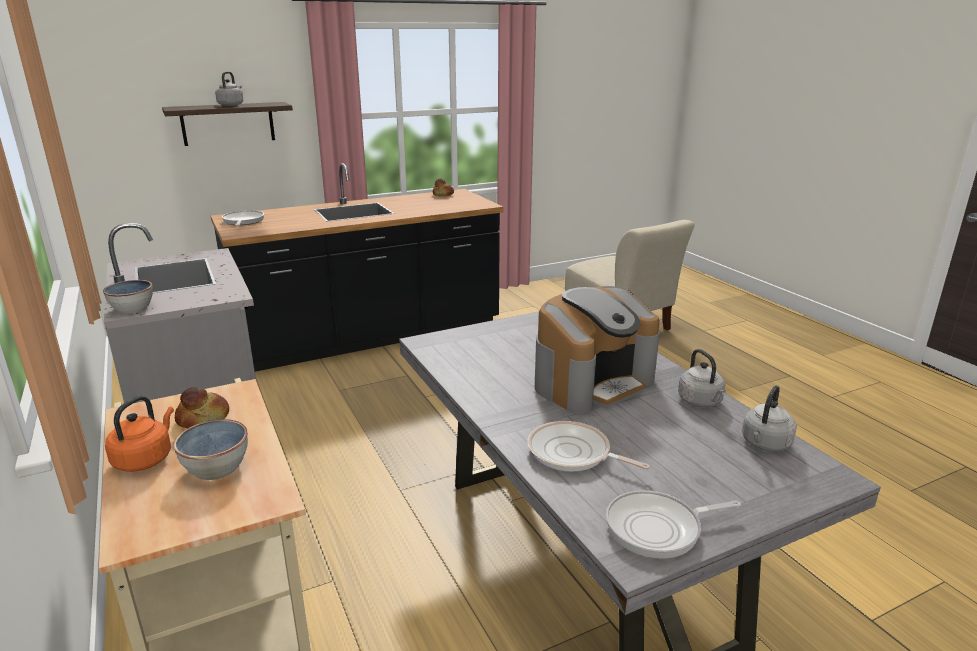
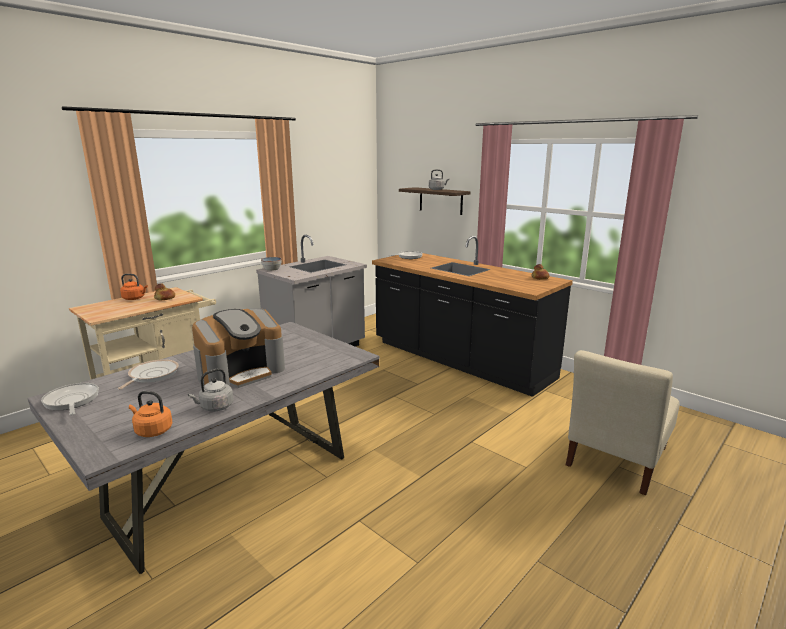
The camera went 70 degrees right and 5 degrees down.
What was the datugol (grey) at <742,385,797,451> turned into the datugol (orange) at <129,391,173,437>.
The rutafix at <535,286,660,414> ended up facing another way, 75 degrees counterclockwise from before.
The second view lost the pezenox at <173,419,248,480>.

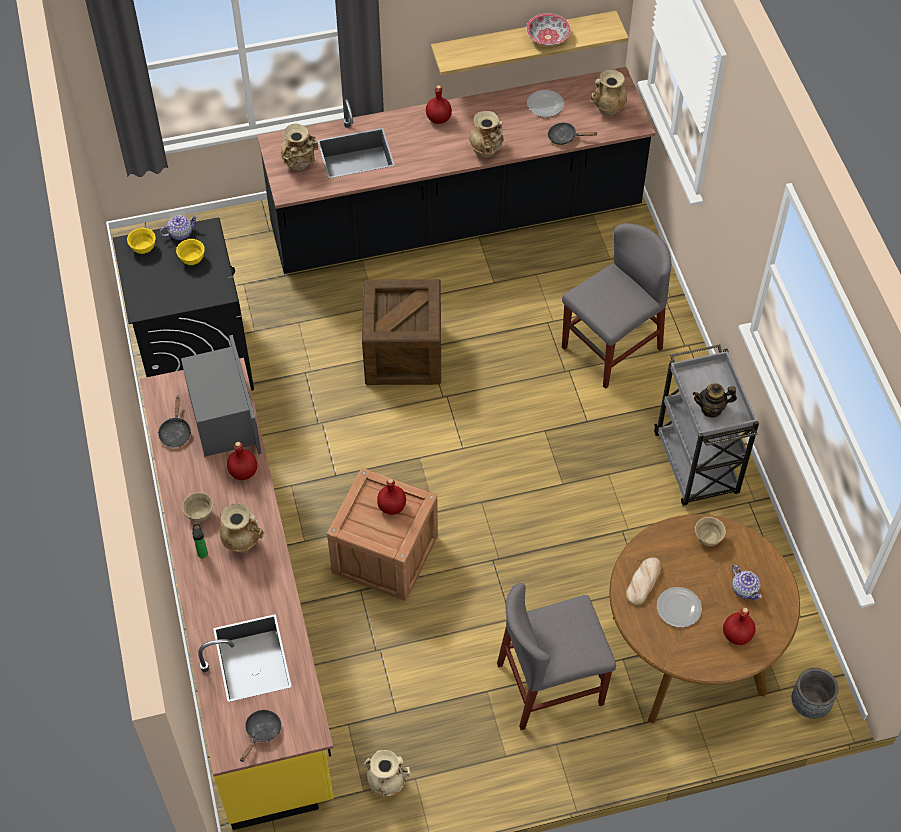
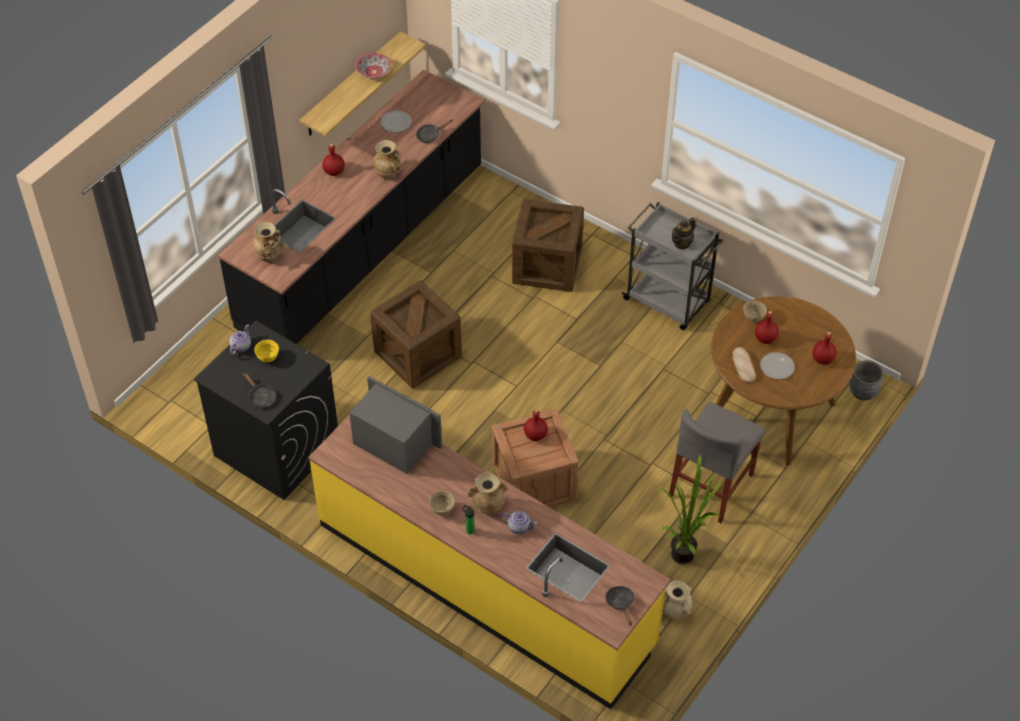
The camera went 40 degrees left and 5 degrees down.
The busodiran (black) ended up elsewhere, having gone from <158,397,191,448> to <243,372,276,408>.
The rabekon ended up elsewhere, having gone from <732,565,762,600> to <501,511,537,534>.
Where the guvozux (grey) stood at <562,223,671,389>, the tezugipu came to stand at <512,199,584,292>.
The second view gained the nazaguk at <656,454,723,564>.
The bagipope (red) ended up elsewhere, having gone from <227,442,257,480> to <755,311,779,344>.
The second view lost the pezenox (yellow) at <127,228,156,254>.
The second view lost the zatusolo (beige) at <590,70,627,116>.

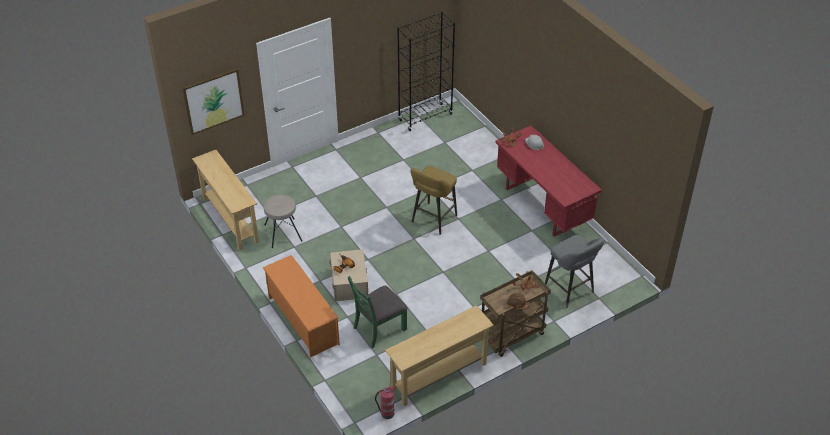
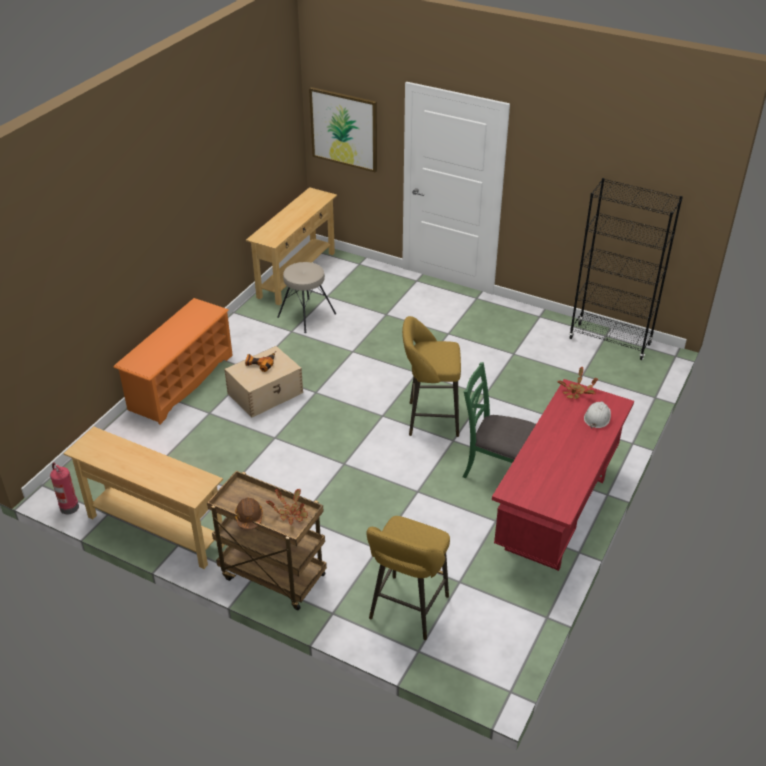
The camera went 60 degrees right and 5 degrees down.
What was the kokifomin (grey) at <545,235,604,308> turned into the kokifomin (yellow) at <367,516,450,640>.
The guvozux (green) ended up elsewhere, having gone from <347,276,407,348> to <463,362,536,478>.

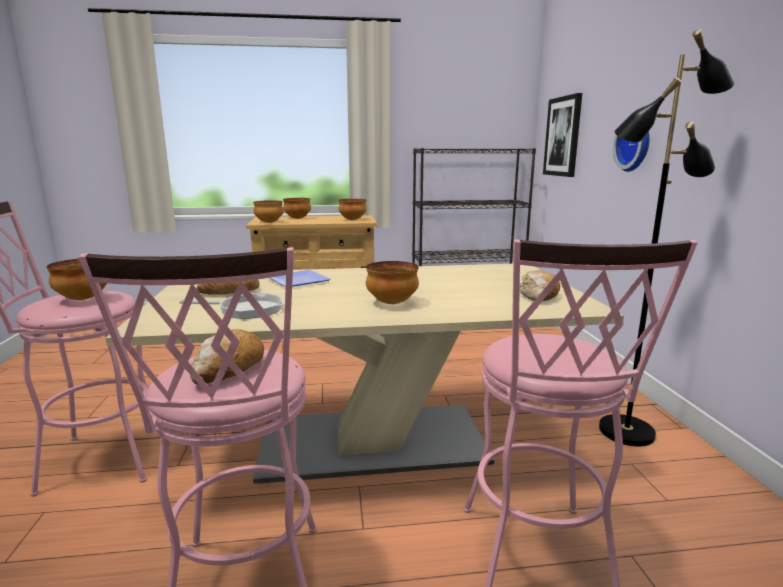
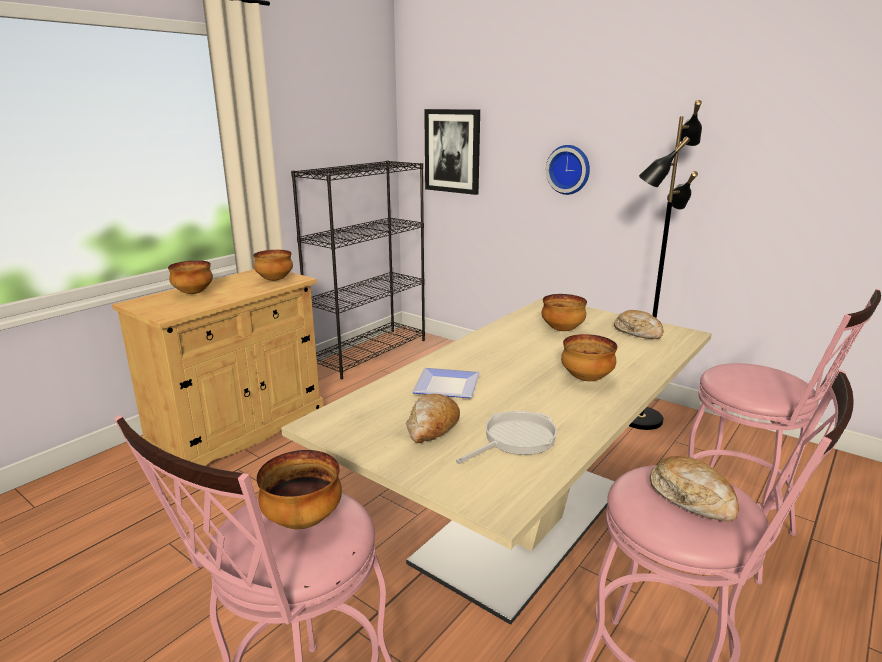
The camera went 45 degrees left and 5 degrees up.
The pezenox ended up elsewhere, having gone from <253,200,283,223> to <542,294,587,331>.

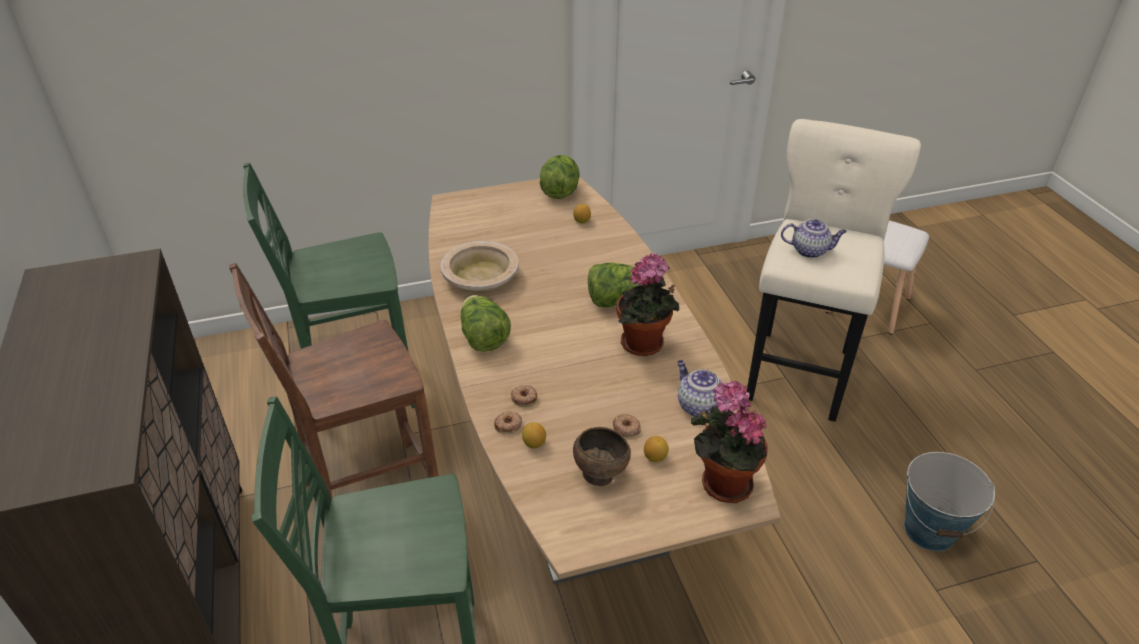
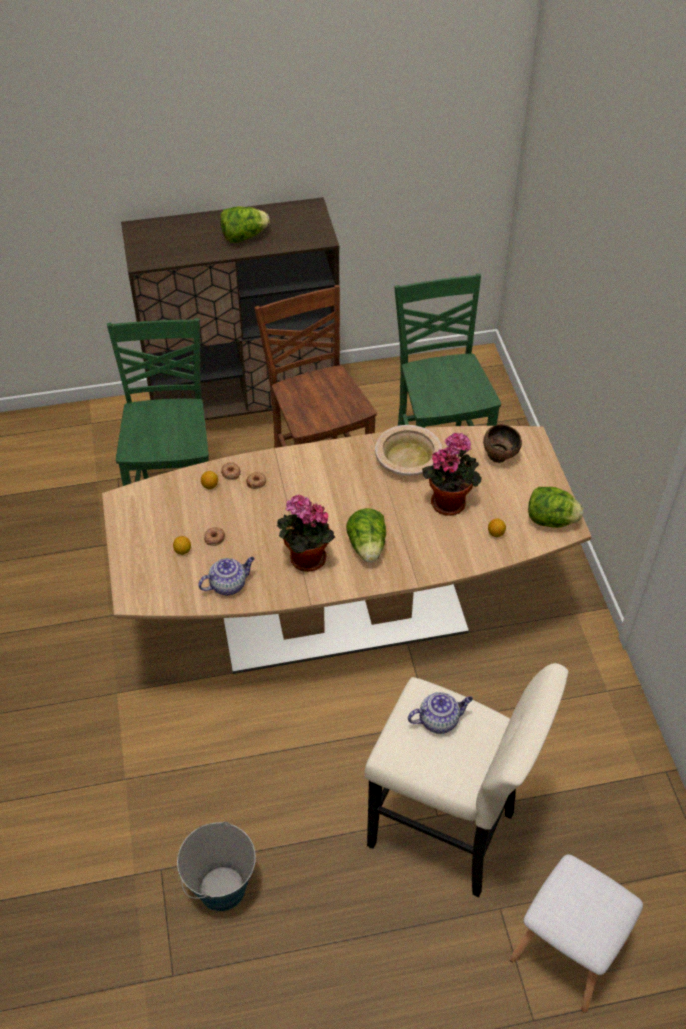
The camera went 95 degrees right and 10 degrees up.
The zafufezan ended up elsewhere, having gone from <461,295,511,352> to <220,206,270,243>.
The rabekon at <781,219,847,258> ended up facing another way, 120 degrees counterclockwise from before.
The nazaguk ended up elsewhere, having gone from <691,381,768,503> to <422,432,482,516>.
The pezenox (brown) ended up elsewhere, having gone from <573,427,631,486> to <483,424,522,463>.

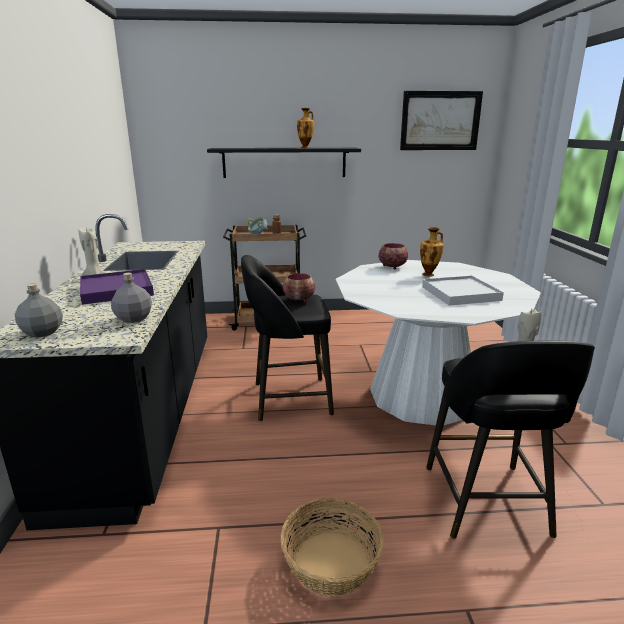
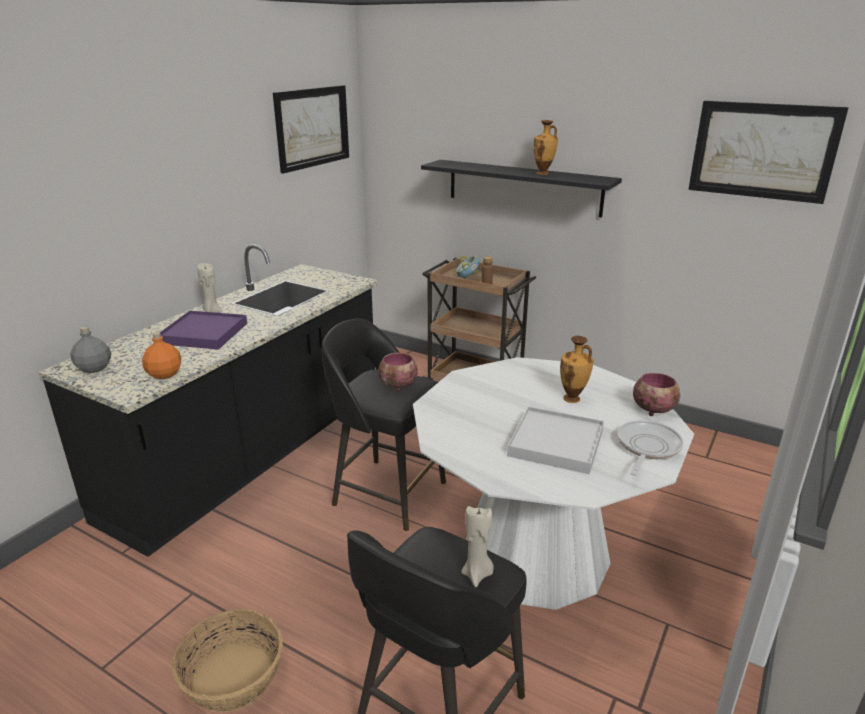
The camera went 35 degrees right and 5 degrees up.
What was the bagipope (grey) at <111,273,152,323> turned into the bagipope (orange) at <142,332,181,379>.
The second view gained the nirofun at <273,85,349,173>.
The second view gained the busodiran at <618,420,684,476>.
The pezenox ended up elsewhere, having gone from <379,243,408,270> to <633,373,680,416>.

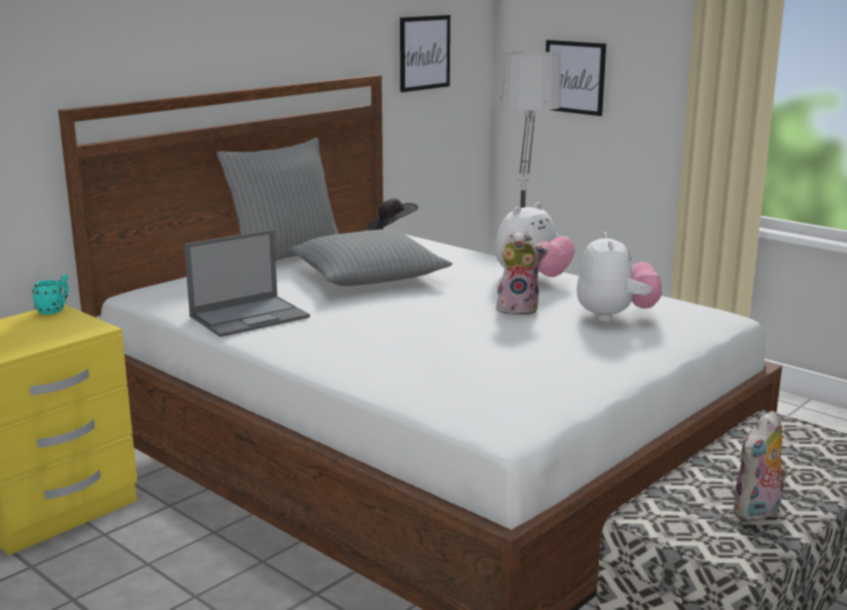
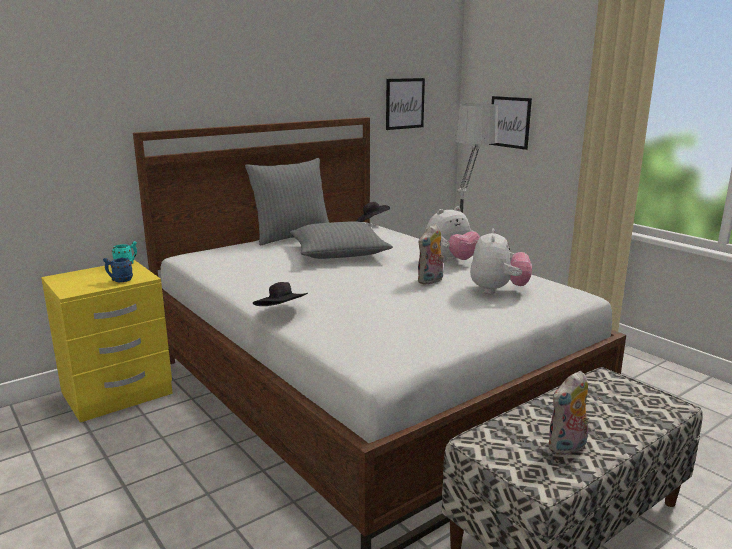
The camera went 10 degrees right and 0 degrees up.
The second view gained the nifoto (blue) at <103,258,133,282>.
The second view gained the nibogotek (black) at <253,282,308,306>.
The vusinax at <496,231,548,315> ended up facing another way, 120 degrees clockwise from before.
The second view lost the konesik at <184,230,310,337>.

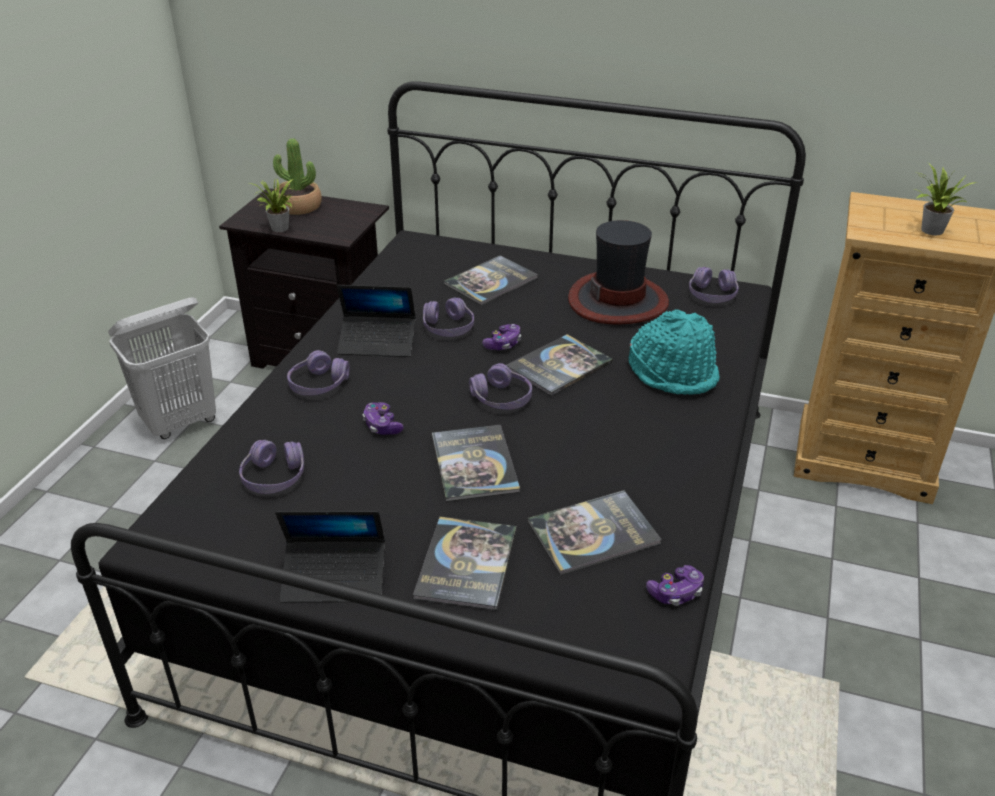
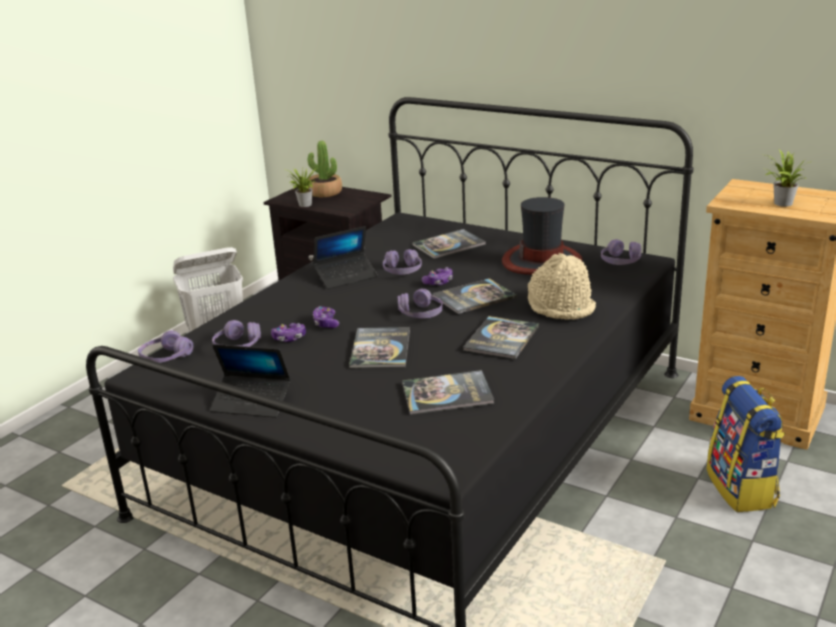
The camera went 15 degrees right and 10 degrees down.
The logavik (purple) ended up elsewhere, having gone from <287,350,350,396> to <138,330,193,363>.
The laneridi ended up elsewhere, having gone from <646,565,704,606> to <271,323,306,342>.
The konesik at <337,285,416,357> ended up facing another way, 45 degrees counterclockwise from before.
The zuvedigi ended up elsewhere, having gone from <413,517,516,610> to <463,316,539,359>.
What was the nibogotek (turquoise) at <628,309,720,395> turned into the nibogotek (beige) at <528,253,596,320>.
The second view gained the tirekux at <707,376,785,512>.

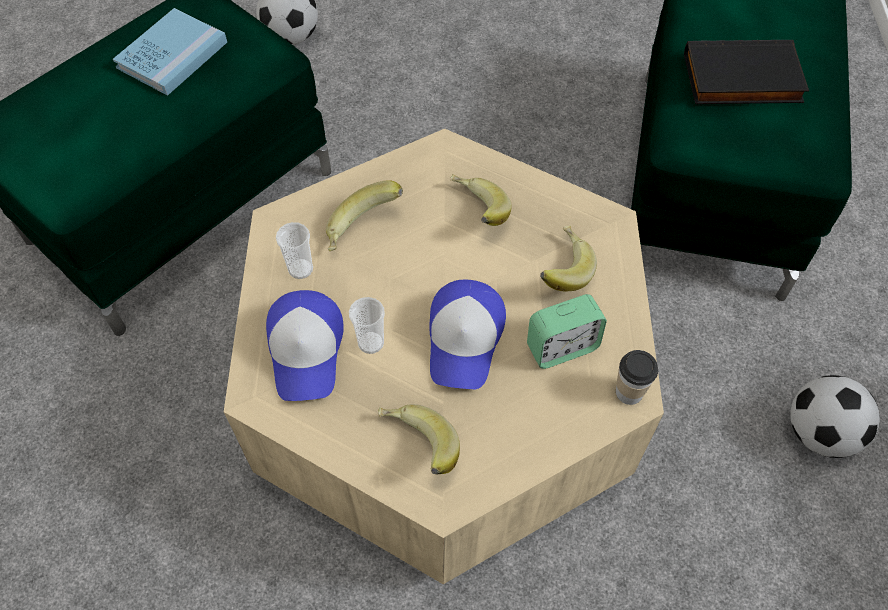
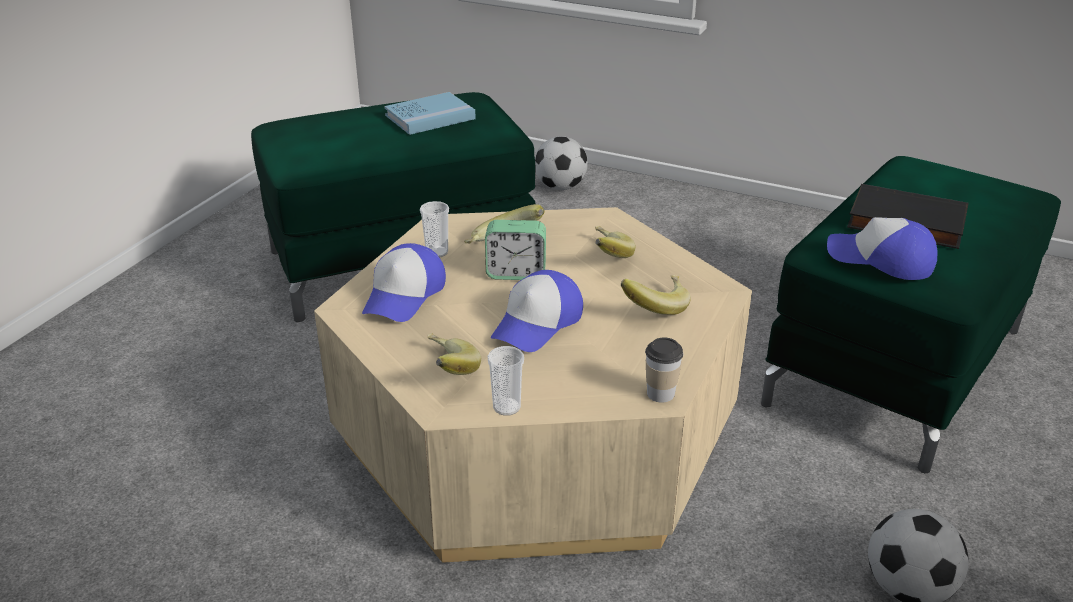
The camera went 25 degrees right and 25 degrees down.
The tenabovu ended up elsewhere, having gone from <527,294,607,369> to <485,220,546,280>.
The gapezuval ended up elsewhere, having gone from <349,297,385,354> to <488,346,524,416>.
The second view gained the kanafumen at <827,217,938,280>.

